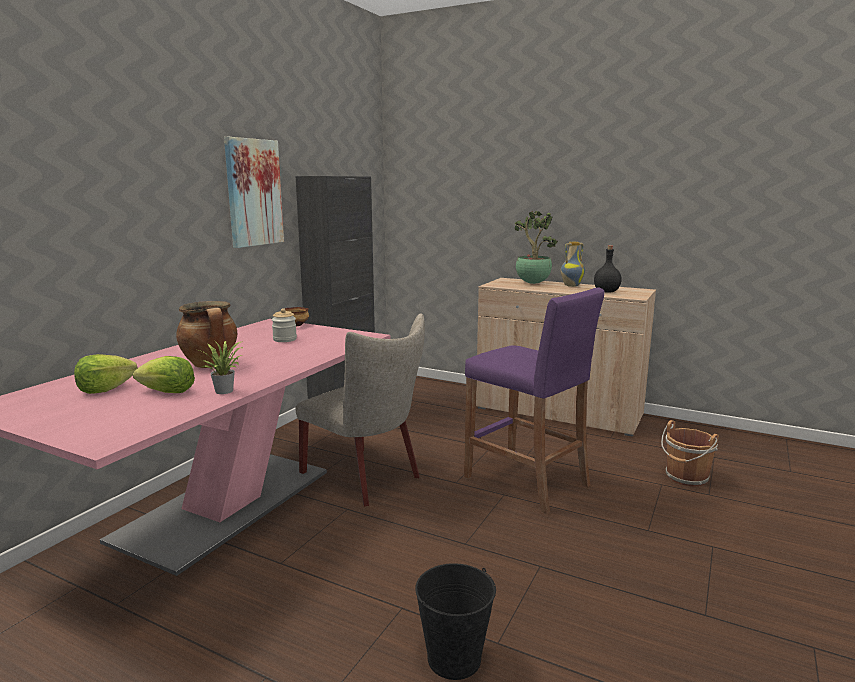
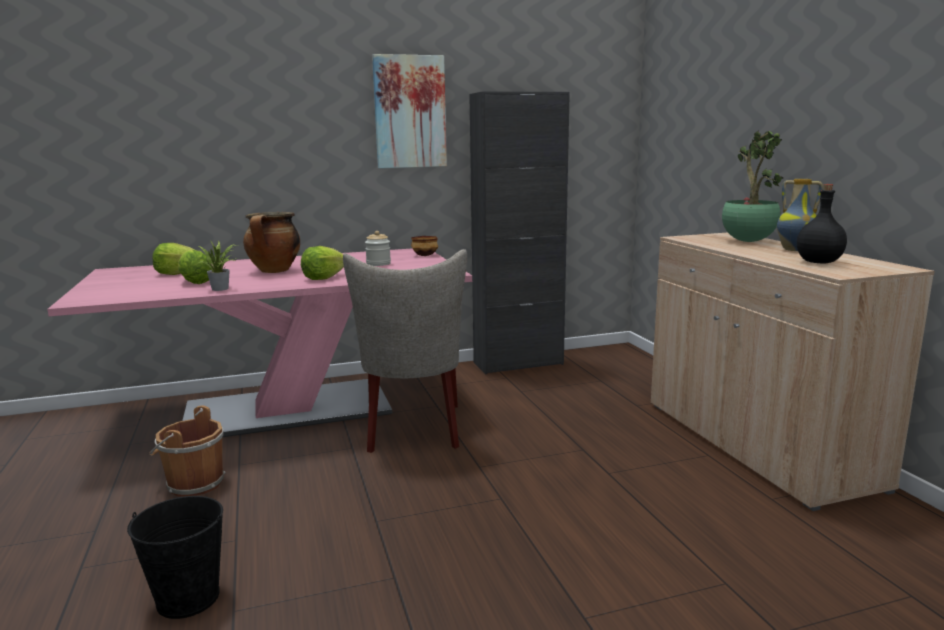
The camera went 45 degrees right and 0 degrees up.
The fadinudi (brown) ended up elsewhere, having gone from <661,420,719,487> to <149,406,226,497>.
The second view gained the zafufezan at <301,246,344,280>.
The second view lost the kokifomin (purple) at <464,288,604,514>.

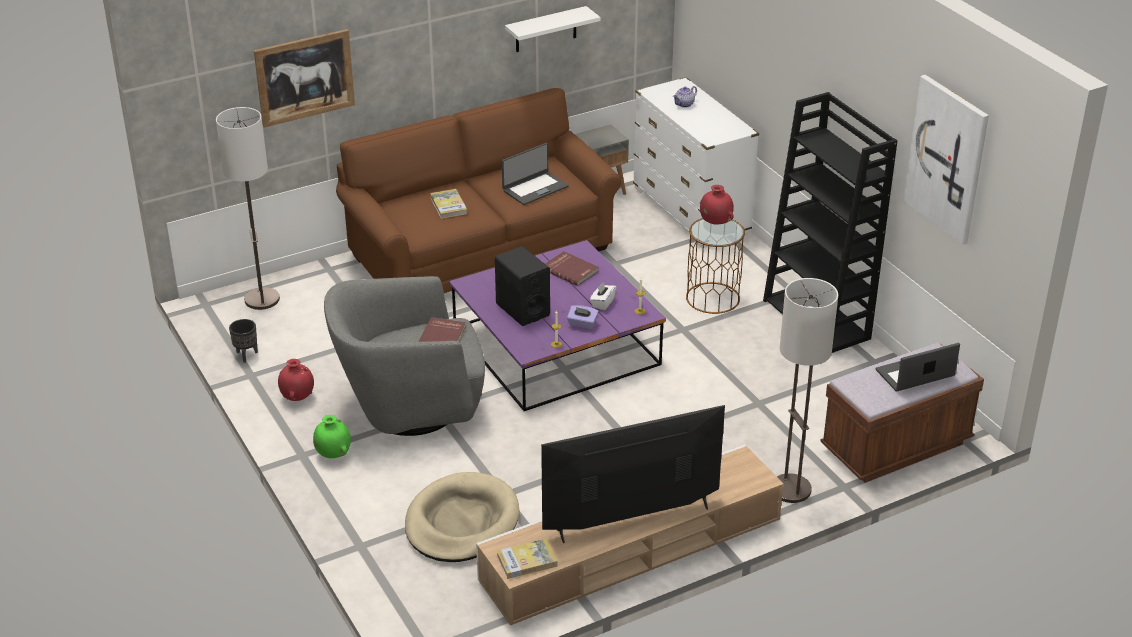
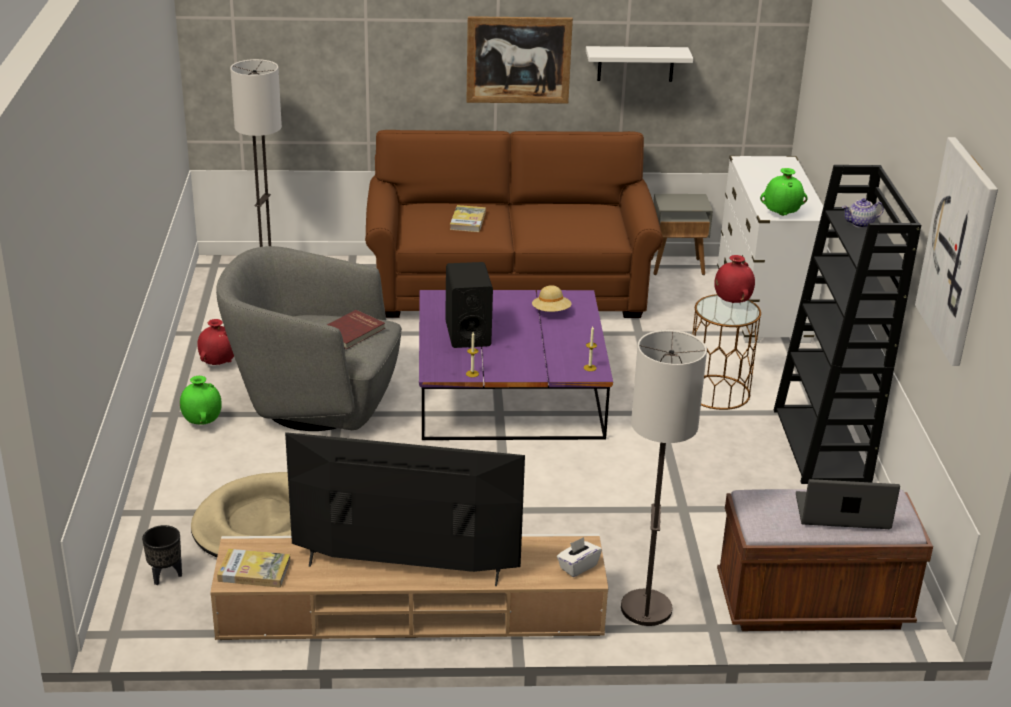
The camera went 25 degrees right and 5 degrees down.
The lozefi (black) ended up elsewhere, having gone from <229,319,258,363> to <142,525,182,585>.
The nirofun ended up elsewhere, having gone from <254,29,355,127> to <467,16,573,104>.
Where the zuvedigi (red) stood at <545,251,599,286>, the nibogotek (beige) came to stand at <532,285,572,312>.
The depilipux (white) ended up elsewhere, having gone from <590,282,616,310> to <557,537,602,577>.
The second view gained the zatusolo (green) at <760,168,807,216>.
The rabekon ended up elsewhere, having gone from <673,86,697,108> to <842,198,884,228>.
The second view lost the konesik at <502,143,569,205>.
The second view lost the depilipux (purple) at <567,305,599,330>.

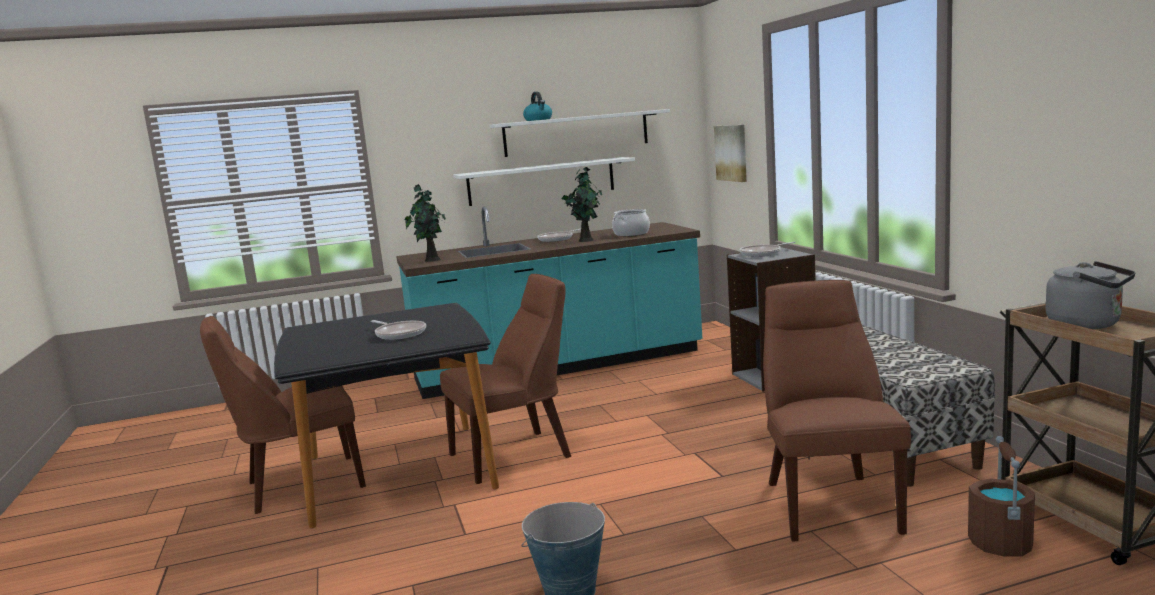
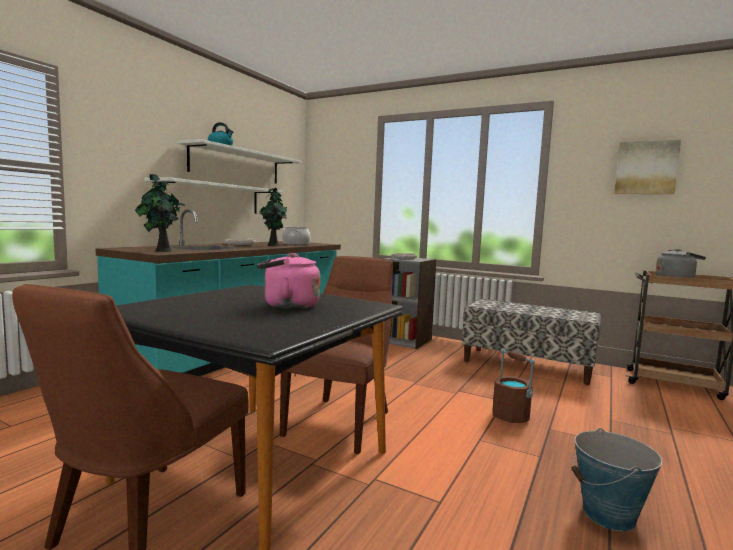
The camera went 45 degrees left and 5 degrees down.
Where the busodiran stood at <371,320,426,340>, the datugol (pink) came to stand at <257,253,320,310>.
The fadinudi (brown) ended up elsewhere, having gone from <968,436,1035,557> to <492,349,535,423>.
The nirofun ended up elsewhere, having gone from <714,125,747,182> to <614,140,681,194>.
The second view lost the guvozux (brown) at <763,280,911,541>.

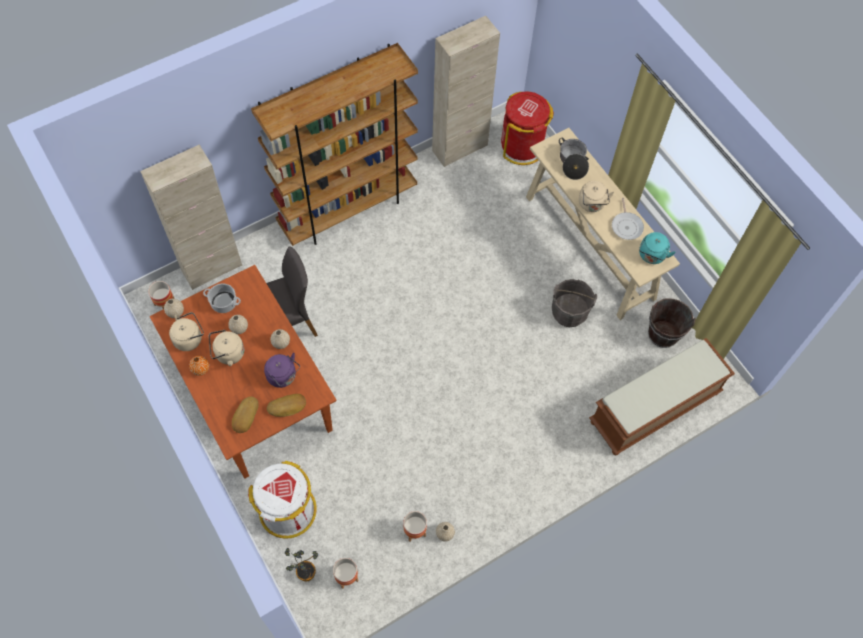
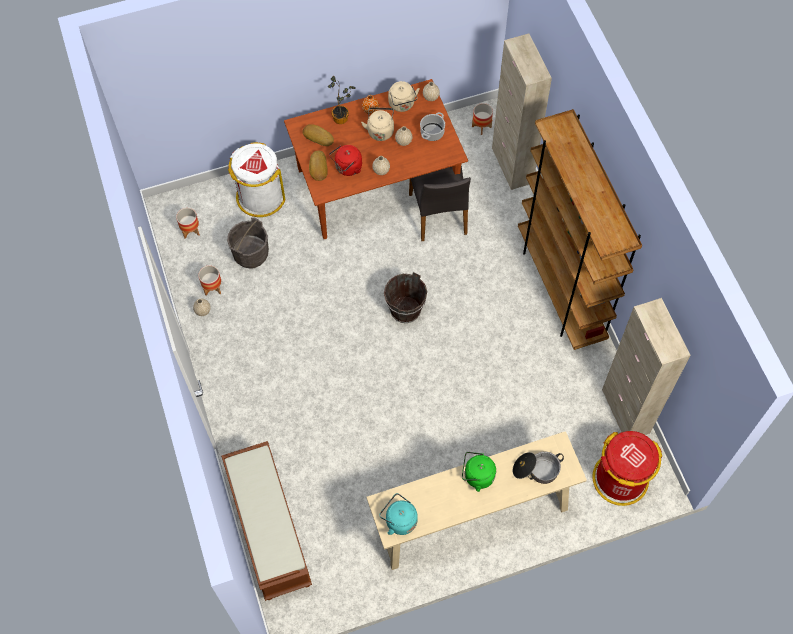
The camera went 105 degrees right and 0 degrees up.
The fadinudi (grey) ended up elsewhere, having gone from <552,279,597,327> to <227,217,269,269>.
The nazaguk ended up elsewhere, having gone from <285,548,318,582> to <328,76,356,124>.
What was the datugol (purple) at <264,353,300,388> turned into the datugol (red) at <329,145,362,176>.
The fadinudi (brown) ended up elsewhere, having gone from <648,298,696,348> to <384,272,427,323>.
What was the datugol (beige) at <579,181,614,212> turned into the datugol (green) at <462,452,496,492>.
The second view lost the busodiran at <612,198,644,240>.

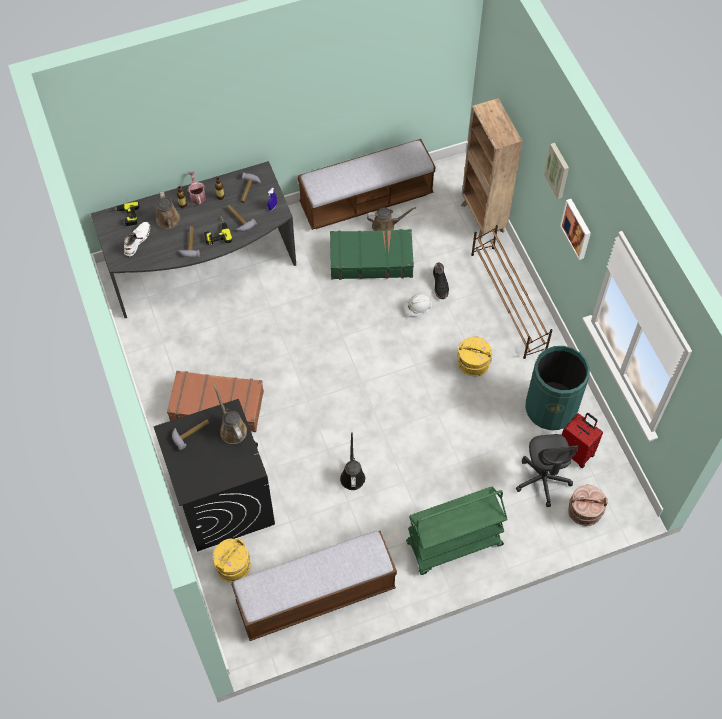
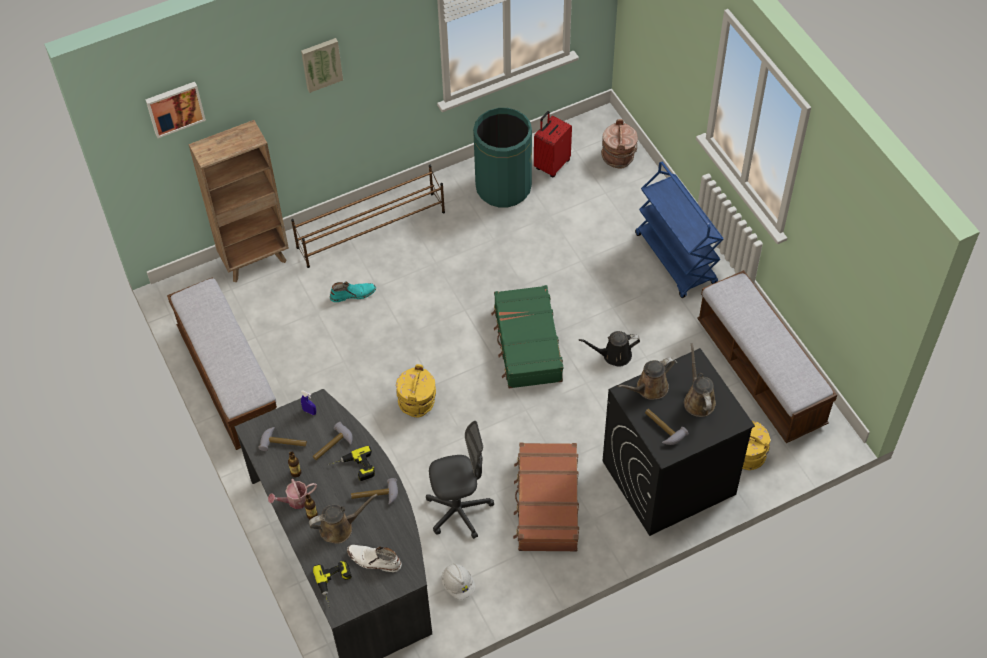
The camera went 95 degrees left and 5 degrees down.
The nirofun ended up elsewhere, having gone from <560,199,591,260> to <145,82,206,138>.
What was the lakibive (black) at <433,262,449,299> turned into the lakibive (turquoise) at <330,281,376,302>.
The fadinudi (yellow) ended up elsewhere, having gone from <457,336,492,376> to <396,364,436,417>.
The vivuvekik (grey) ended up elsewhere, having gone from <516,434,579,507> to <426,421,494,539>.
The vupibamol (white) ended up elsewhere, having gone from <404,293,432,316> to <442,564,476,600>.
The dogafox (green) ended up elsewhere, having gone from <330,229,414,280> to <491,285,563,388>.
What was the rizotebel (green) at <406,486,508,575> turned into the rizotebel (blue) at <635,162,724,298>.
The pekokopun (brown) ended up elsewhere, having gone from <367,207,416,231> to <684,343,716,417>.

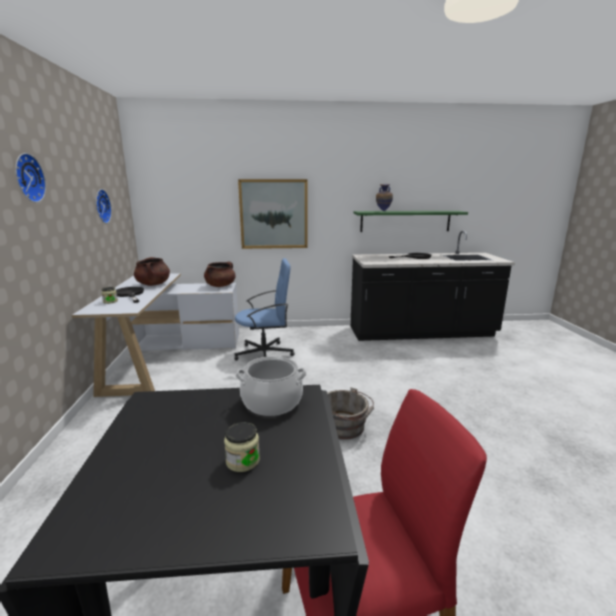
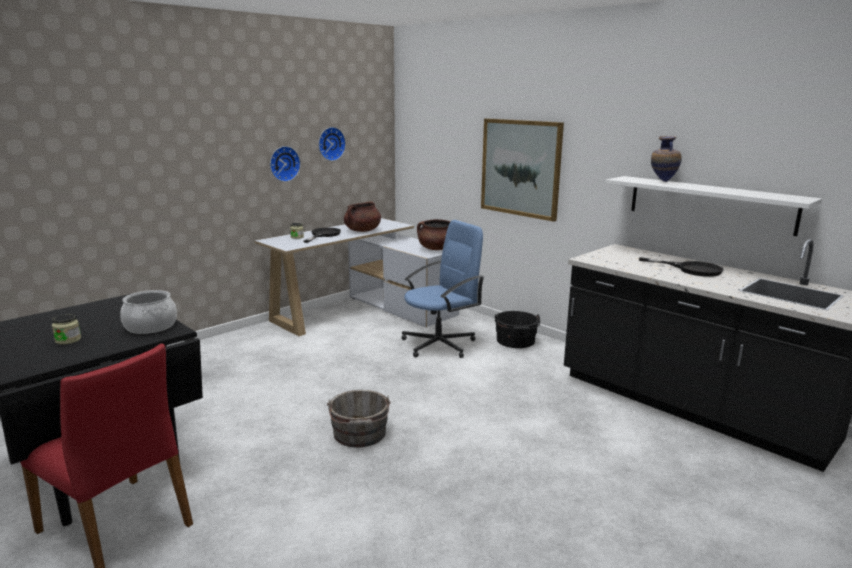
The camera went 50 degrees right and 0 degrees up.
The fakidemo ended up elsewhere, having gone from <15,153,46,203> to <270,146,301,182>.
The vivuvekik (blue) at <234,258,294,360> ended up facing another way, 75 degrees counterclockwise from before.
The second view gained the fadinudi (black) at <494,311,540,348>.
What was the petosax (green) at <354,211,468,232> turned into the petosax (white) at <605,176,822,236>.

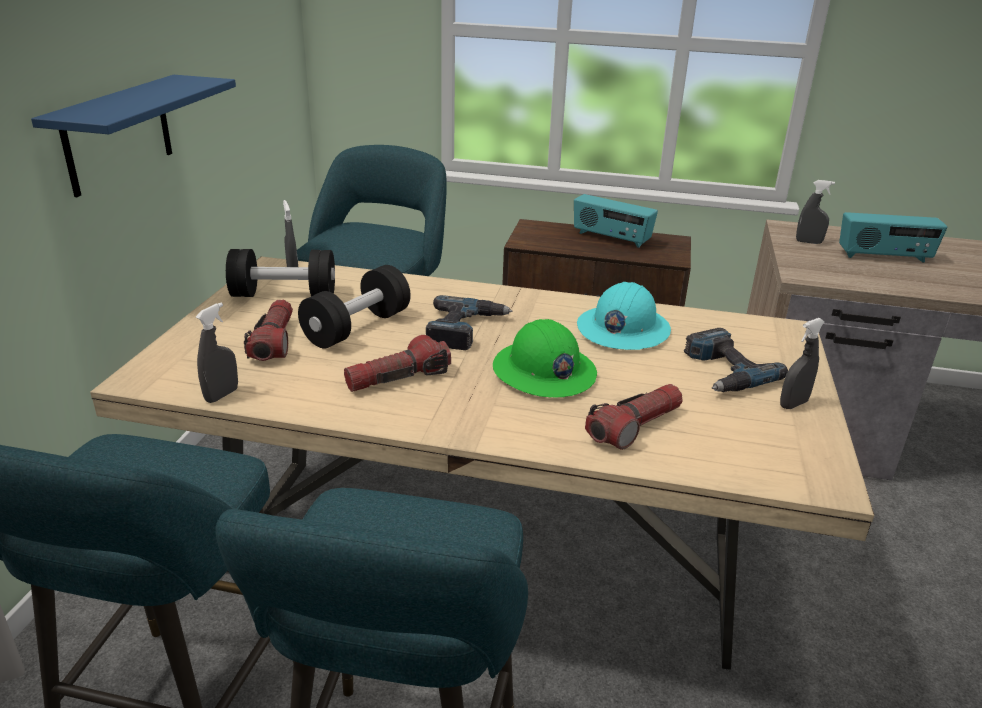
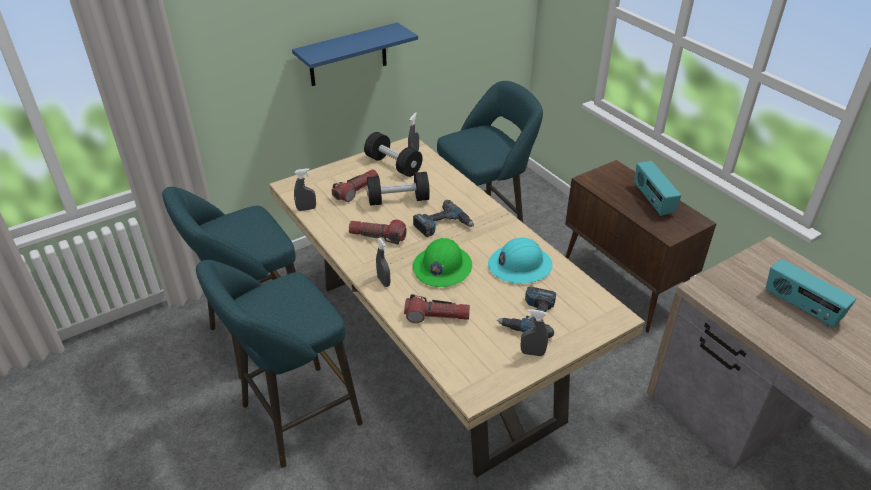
The camera went 45 degrees right and 10 degrees up.
The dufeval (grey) ended up elsewhere, having gone from <796,180,835,244> to <376,238,390,287>.

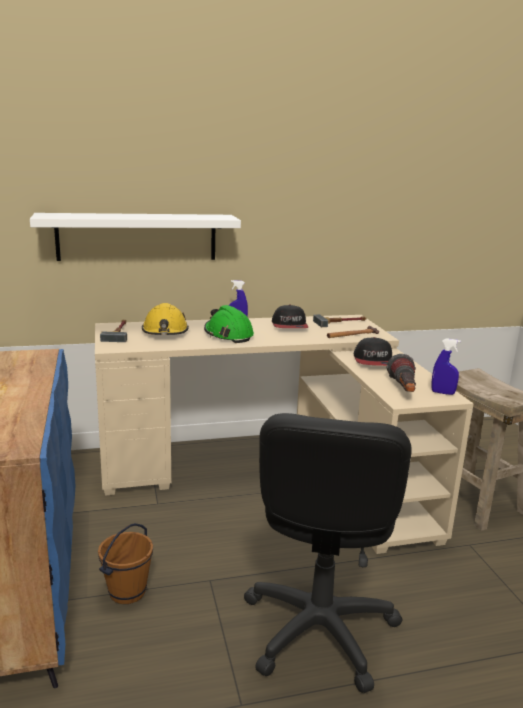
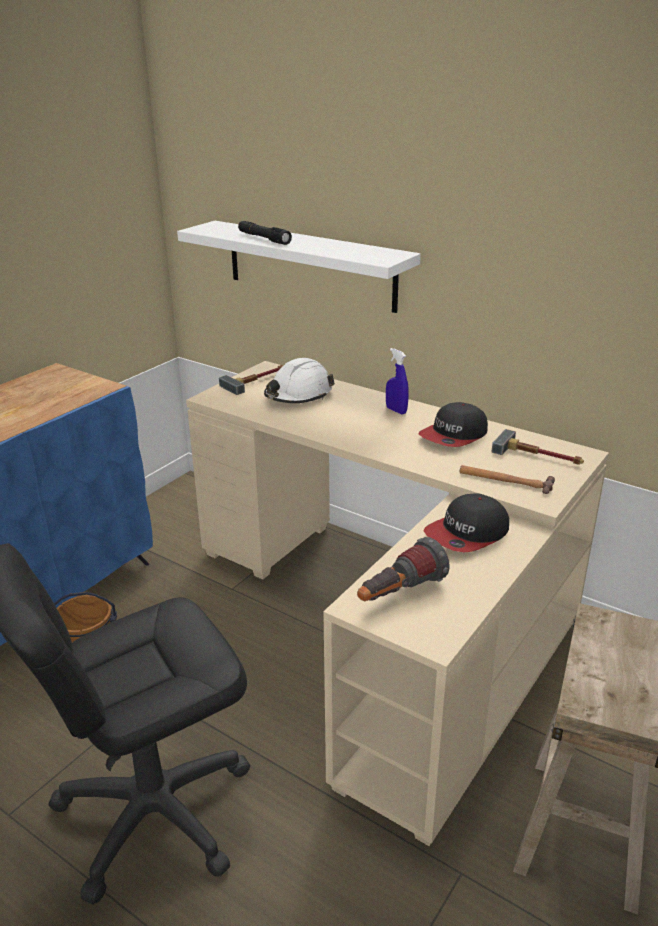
The camera went 50 degrees right and 10 degrees up.
The second view gained the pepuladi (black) at <238,221,292,245>.
What was the vupibamol (yellow) at <142,303,189,335> turned into the vupibamol (white) at <264,358,335,403>.
The second view lost the vupibamol (green) at <204,305,254,343>.
The second view lost the dufeval (blue) at <431,338,461,395>.

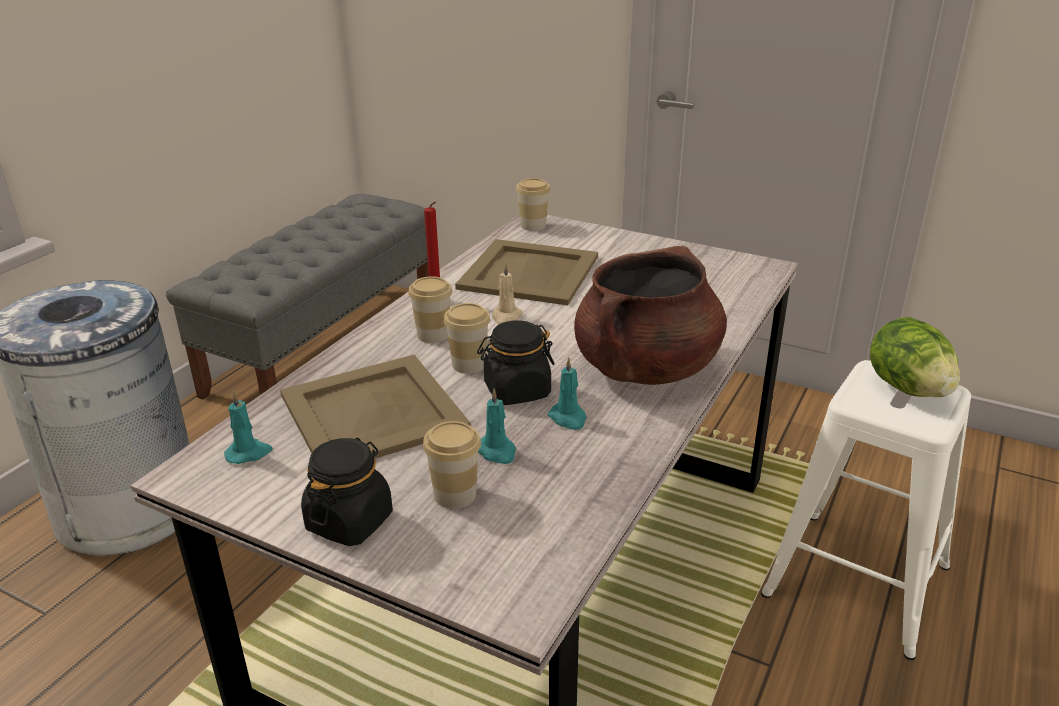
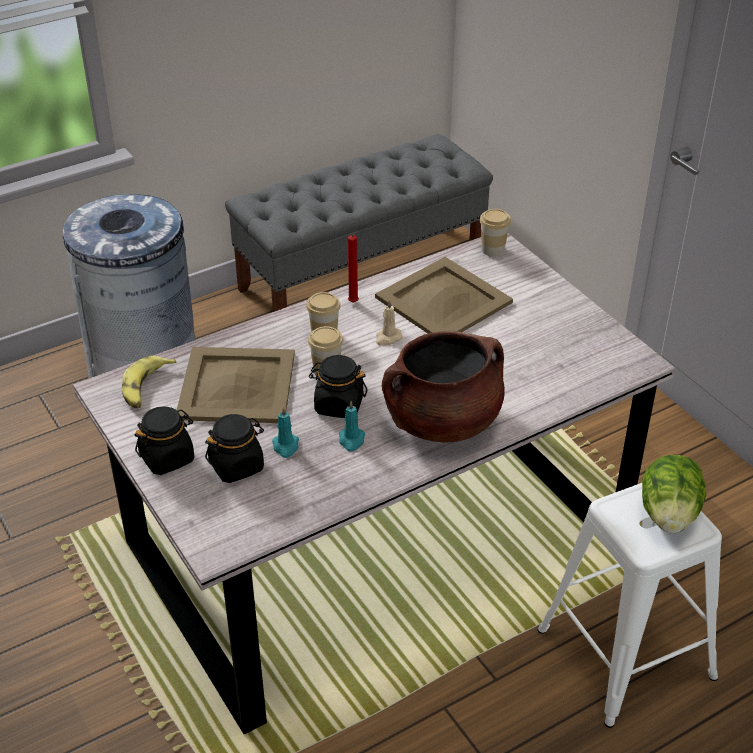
The camera went 30 degrees right and 10 degrees up.
Where the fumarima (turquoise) stood at <224,391,273,464>, the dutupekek came to stand at <122,356,177,409>.
Where the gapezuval stood at <423,421,481,509>, the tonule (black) came to stand at <205,414,264,483>.

